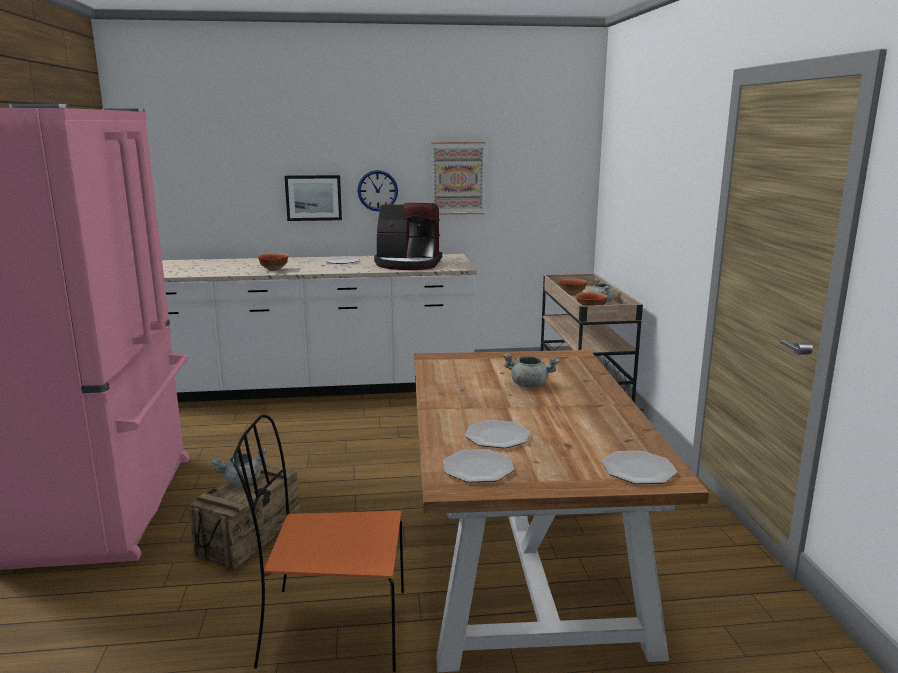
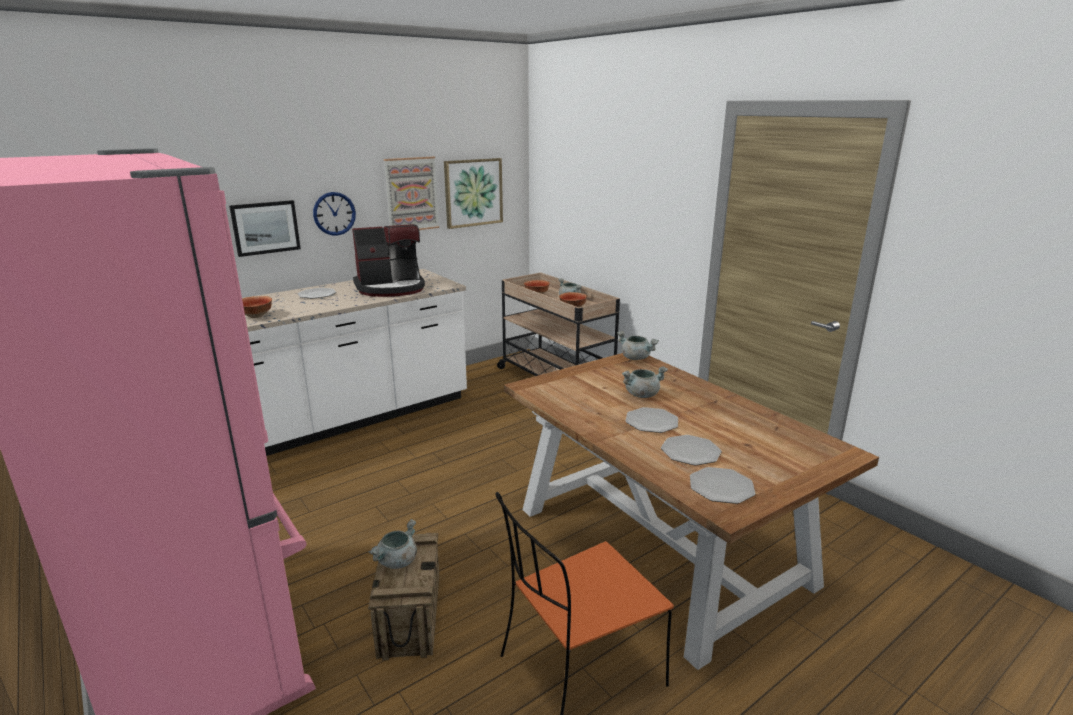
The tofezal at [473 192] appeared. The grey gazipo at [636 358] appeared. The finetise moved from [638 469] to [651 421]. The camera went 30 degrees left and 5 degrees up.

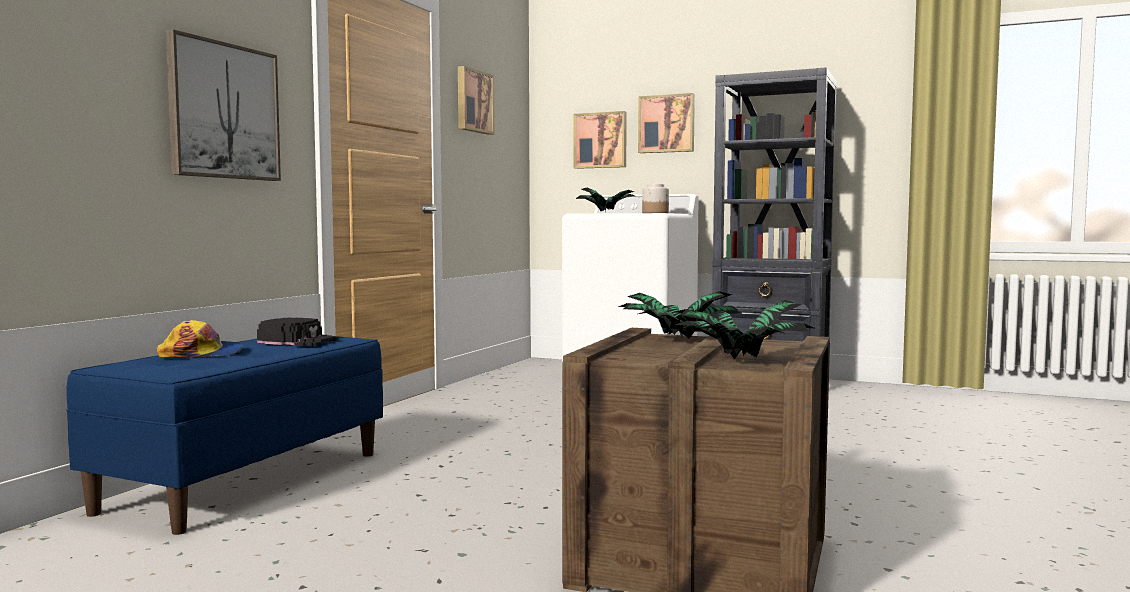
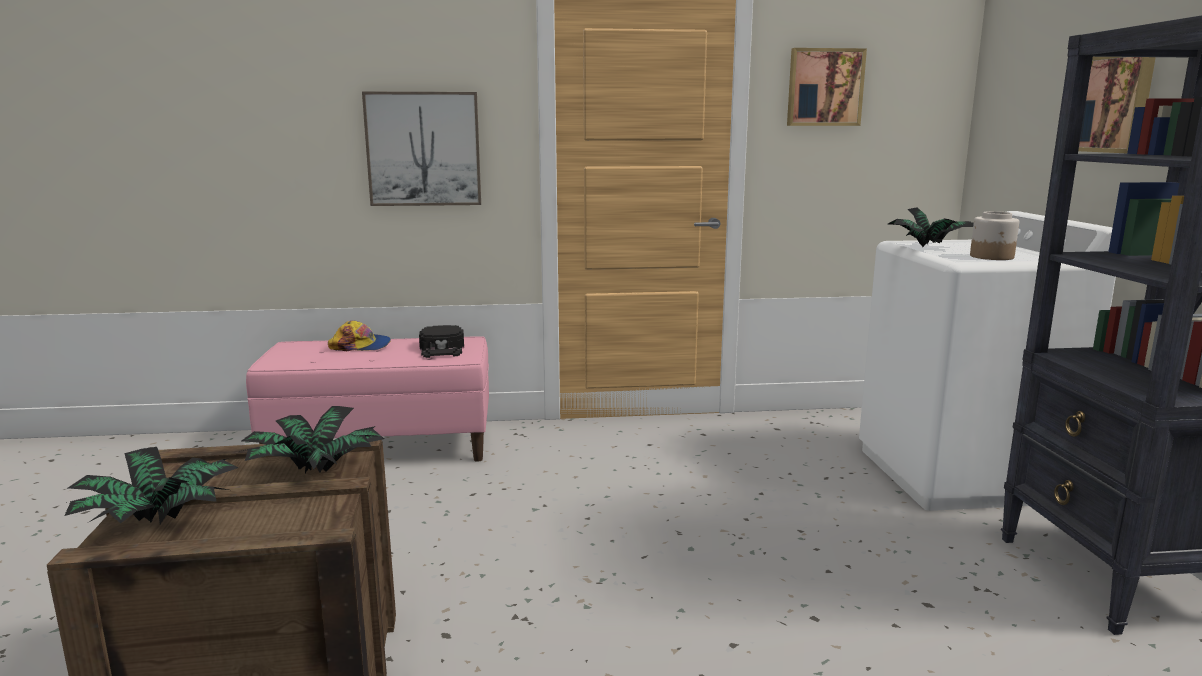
The tofezal at [601 140] disappeared. The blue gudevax at [246 481] became the pink gudevax at [383 447]. The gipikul at [202 353] turned 45 degrees counterclockwise. The camera went 60 degrees right and 10 degrees up.

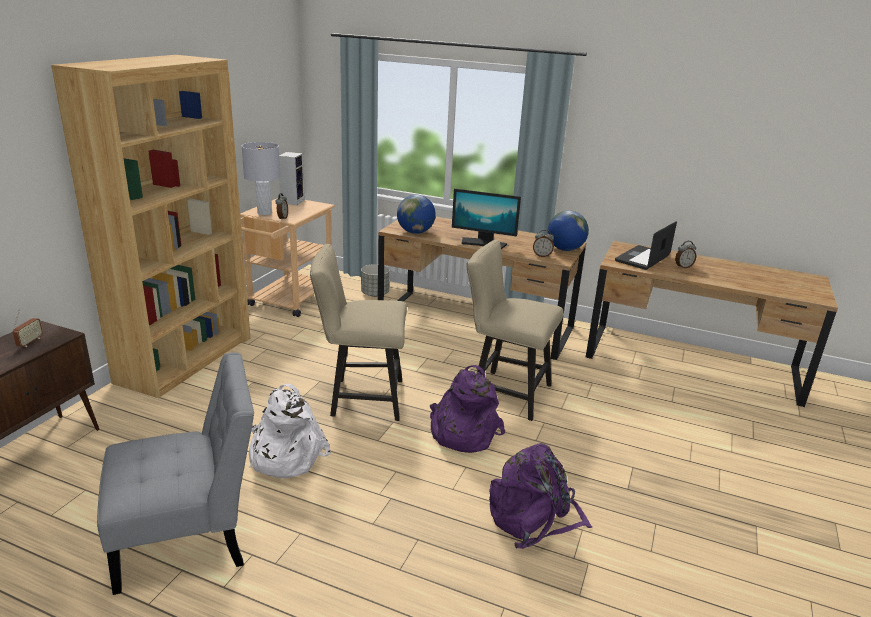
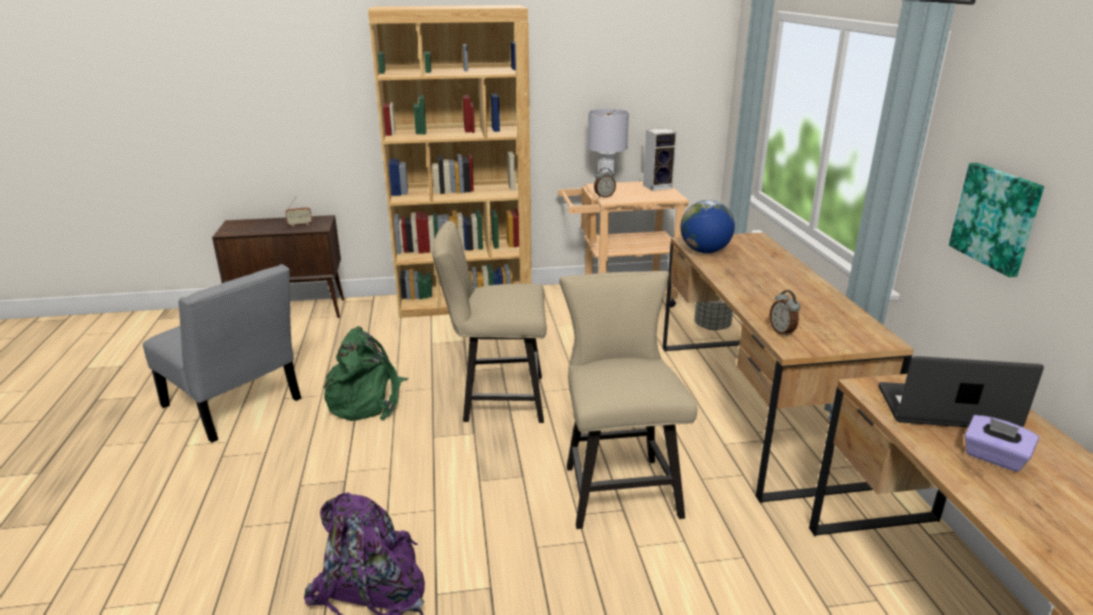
The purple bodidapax at [462 432] disappeared. The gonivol at [483 243] disappeared. The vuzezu at [565 249] disappeared. The tofezal at [997 218] appeared. The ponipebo at [683 267] was replaced by the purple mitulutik at [994 457]. The white bodidapax at [284 455] became the green bodidapax at [367 400]. The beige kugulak at [360 398] turned 60 degrees counterclockwise. The camera went 60 degrees right and 0 degrees up.

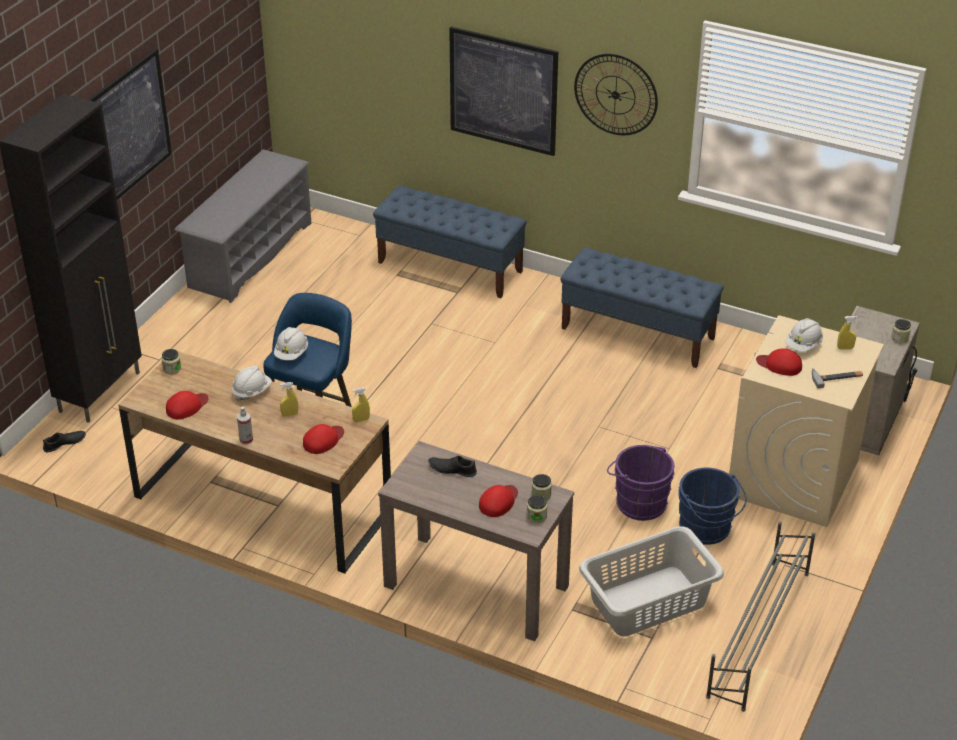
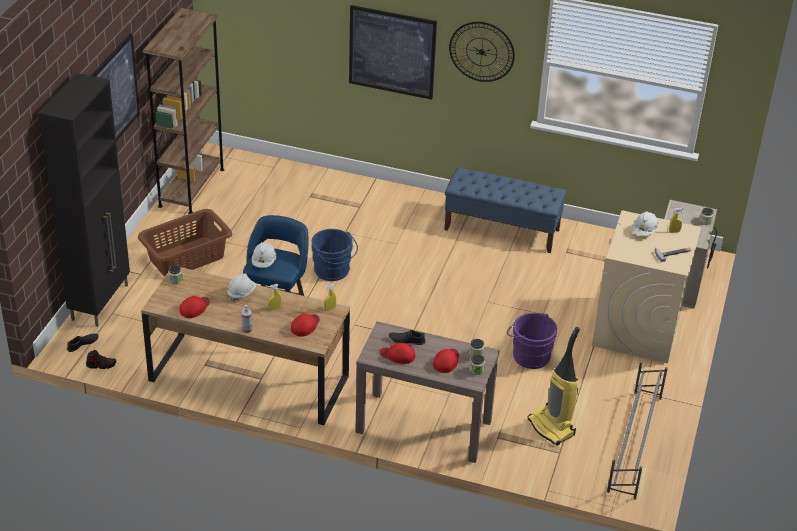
The blue gudevax at [450 267] disappeared. The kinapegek at [101 365] appeared. The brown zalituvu at [187 258] appeared. The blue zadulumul moved from [706 529] to [333 271]. The red gipikul moved from [779 365] to [398 355]. The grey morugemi at [250 255] was replaced by the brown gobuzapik at [191 187]. The grey zalituvu at [649 602] was replaced by the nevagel at [552 427]. The camera went 10 degrees left and 0 degrees up.

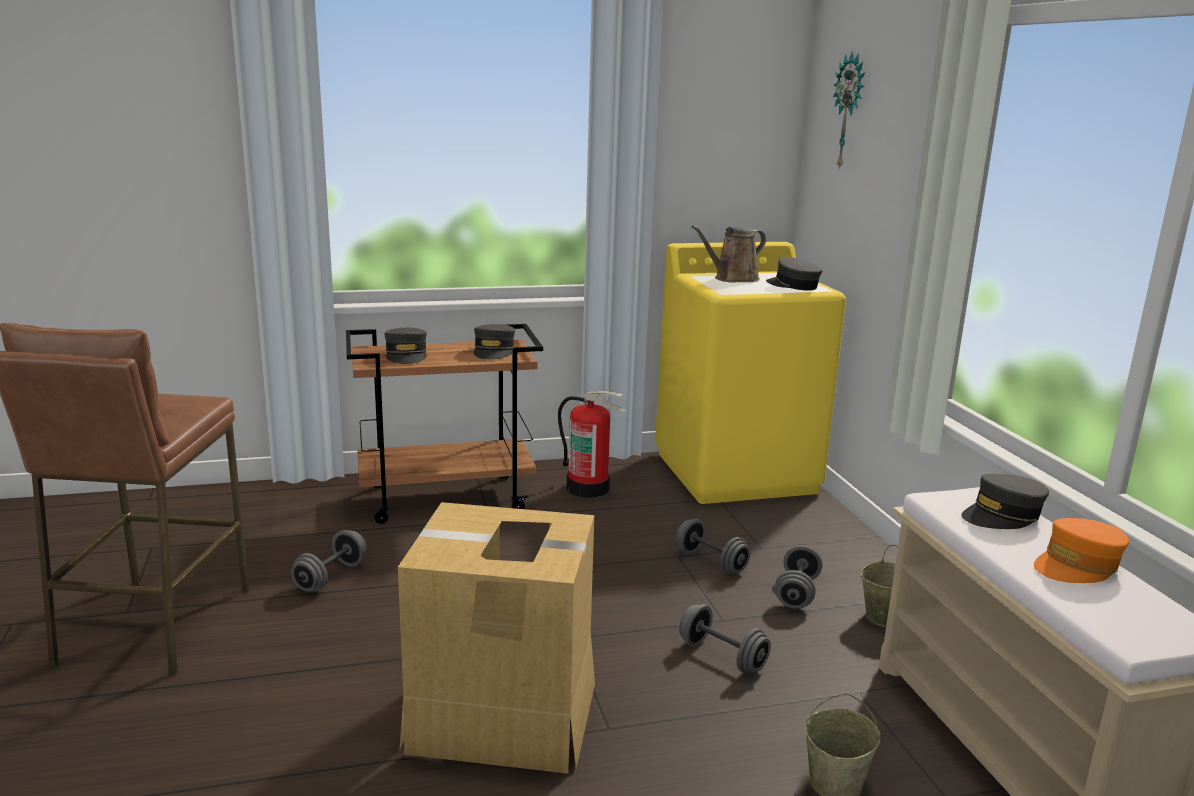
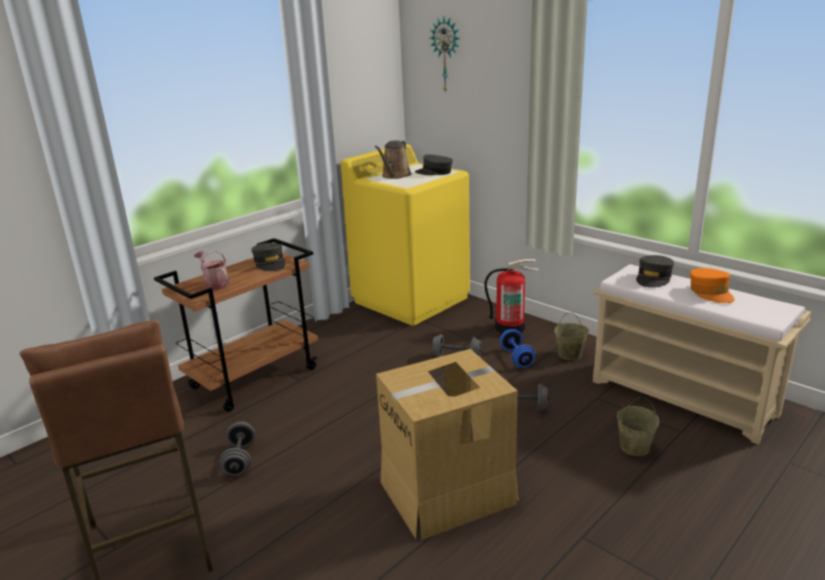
The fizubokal moved from [588 488] to [510 327]. The grey gipikul at [406 355] was replaced by the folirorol at [215 283]. The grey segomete at [797 593] became the blue segomete at [516 358]. The orange gipikul at [1077 565] turned 45 degrees counterclockwise. The camera went 30 degrees left and 5 degrees up.

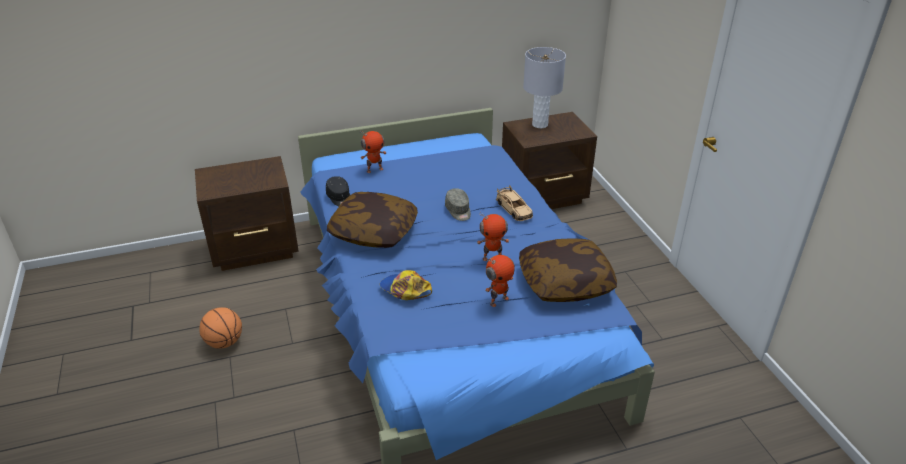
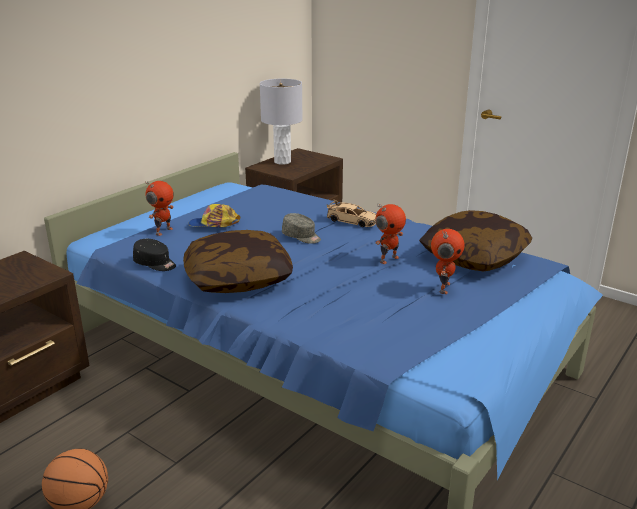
The gipikul moved from [405 290] to [213 225]. The camera went 35 degrees left and 10 degrees down.

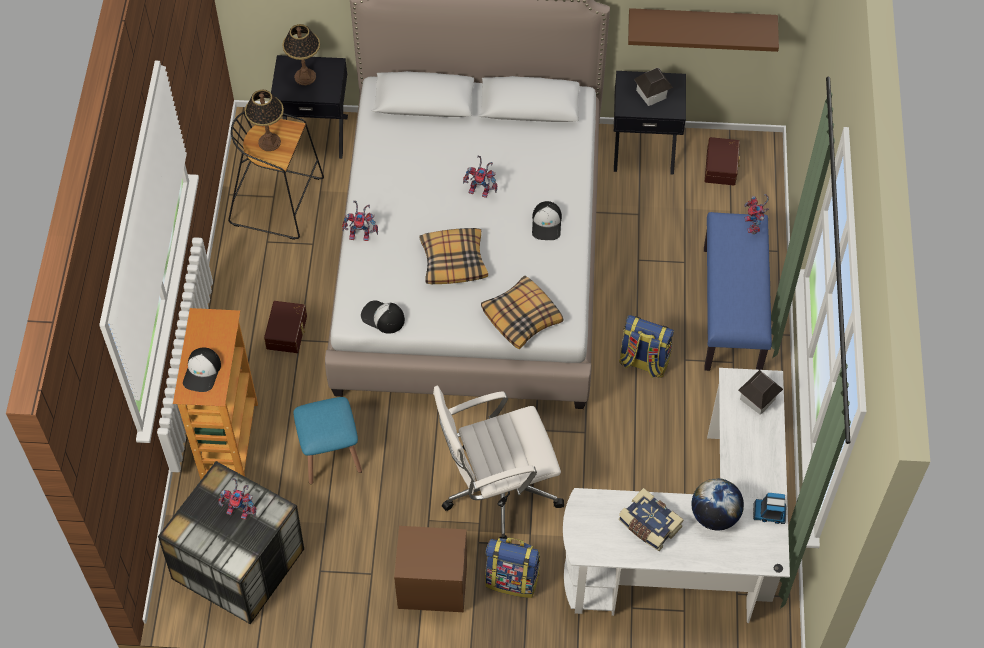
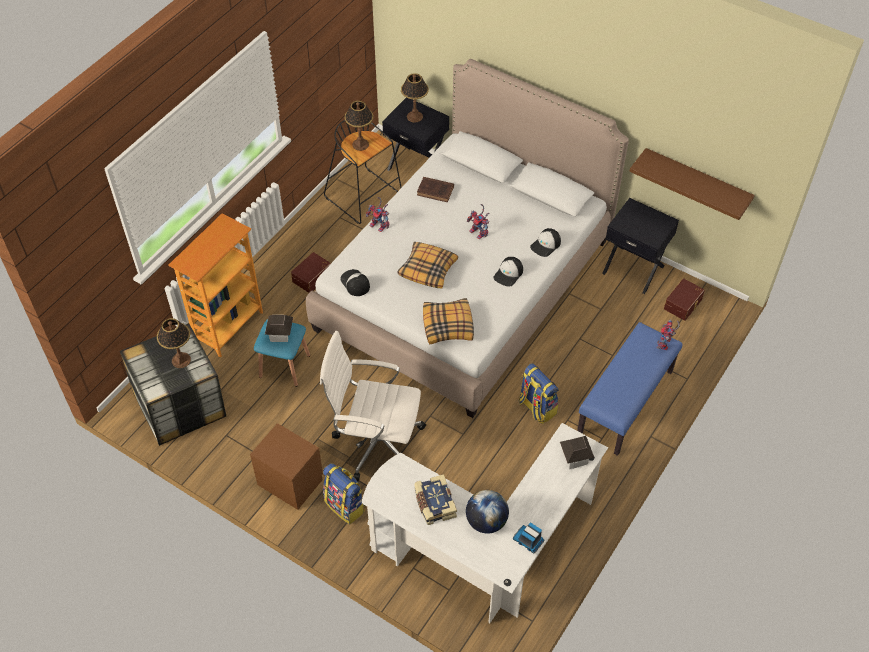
The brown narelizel at [436 191] appeared. The gipikul moved from [202 372] to [546 245]. The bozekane moved from [651 94] to [280 334]. The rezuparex at [241 510] was replaced by the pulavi at [181 360]. The camera went 30 degrees right and 5 degrees down.

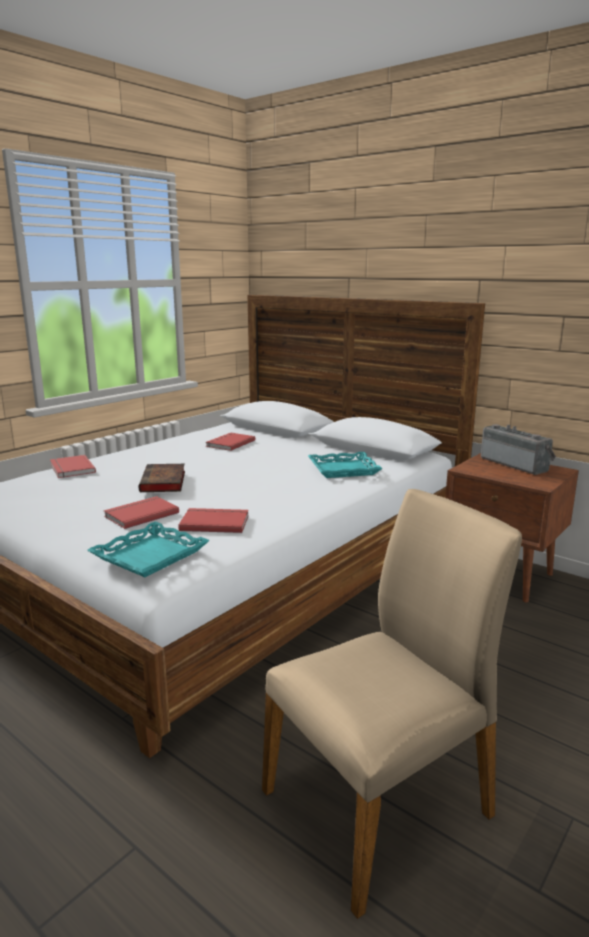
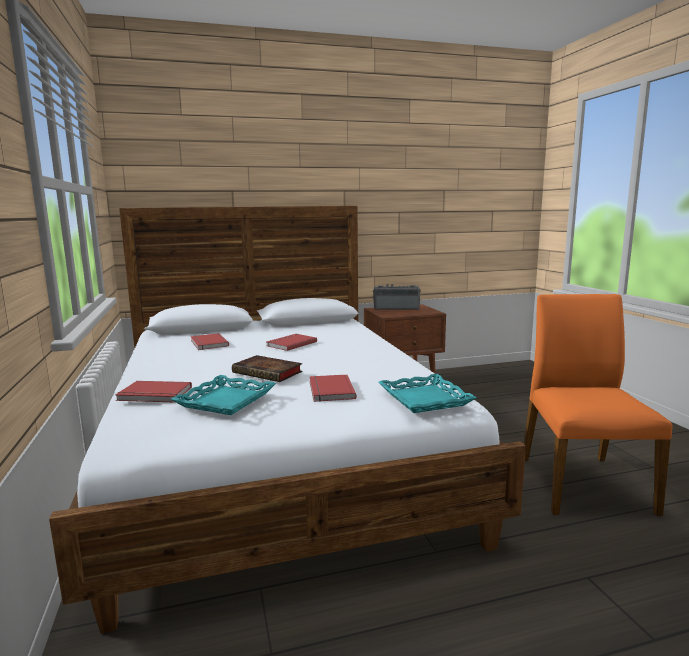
The red narelizel moved from [214 522] to [290 344]. The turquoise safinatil moved from [343 469] to [225 400]. The beige kugulak at [380 803] became the orange kugulak at [581 482]. The camera went 55 degrees left and 5 degrees down.

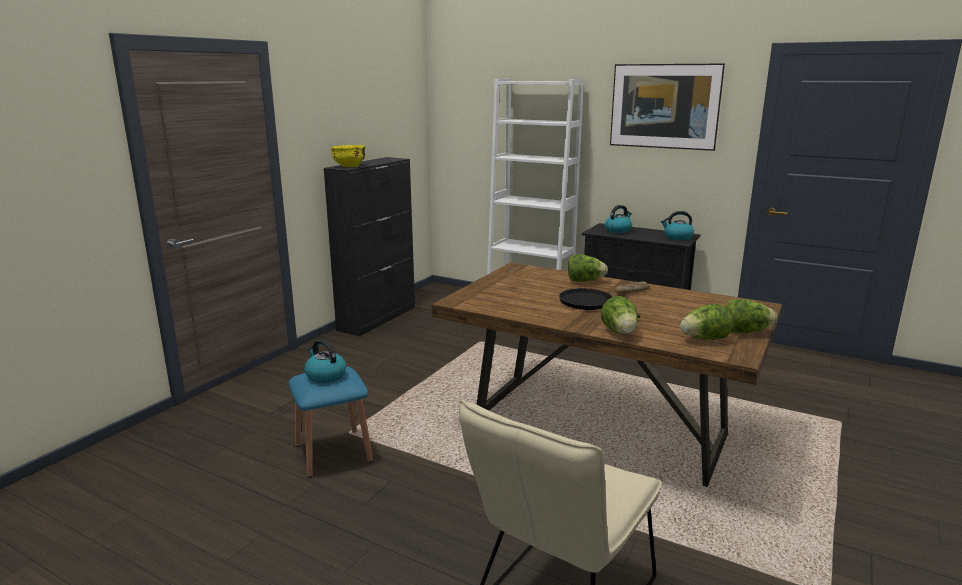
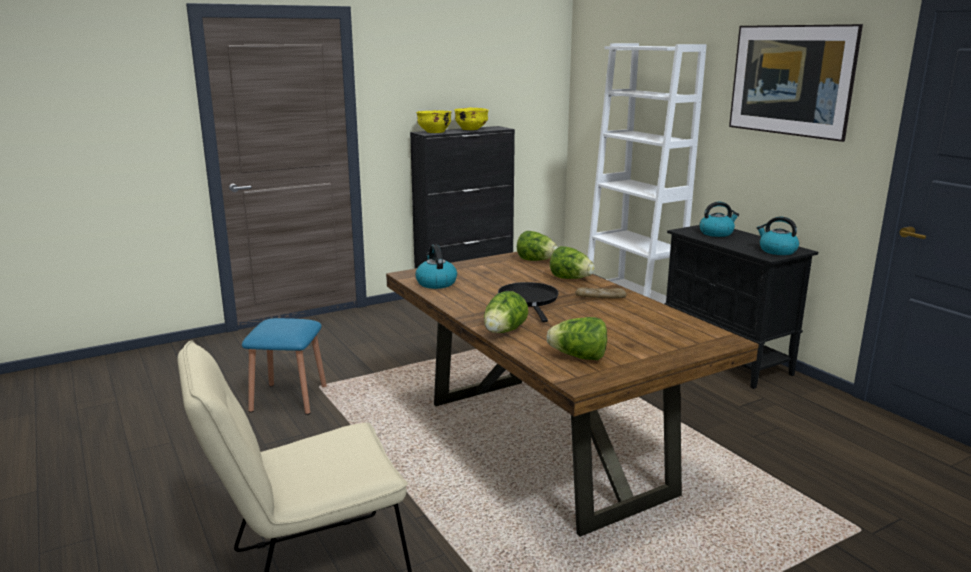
The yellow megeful at [471 129] appeared. The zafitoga moved from [325 376] to [435 283]. The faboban moved from [745 332] to [536 260]. The camera went 30 degrees right and 0 degrees up.

